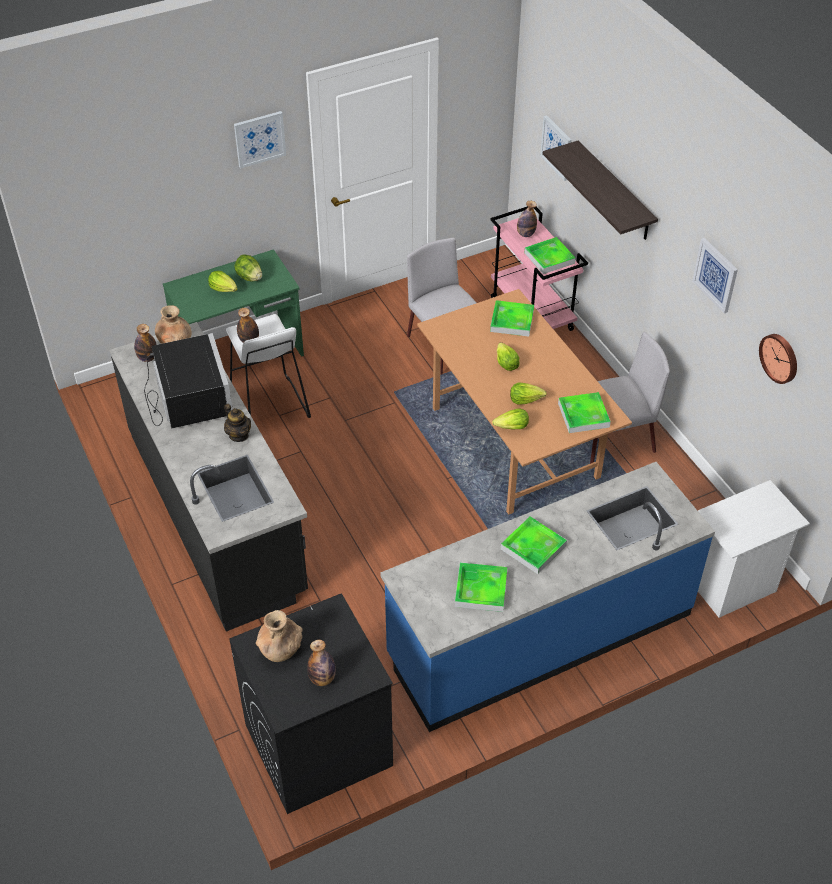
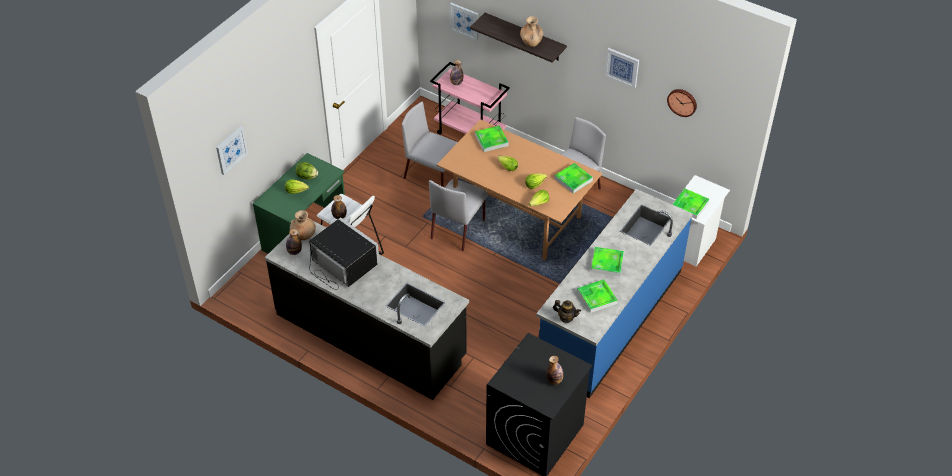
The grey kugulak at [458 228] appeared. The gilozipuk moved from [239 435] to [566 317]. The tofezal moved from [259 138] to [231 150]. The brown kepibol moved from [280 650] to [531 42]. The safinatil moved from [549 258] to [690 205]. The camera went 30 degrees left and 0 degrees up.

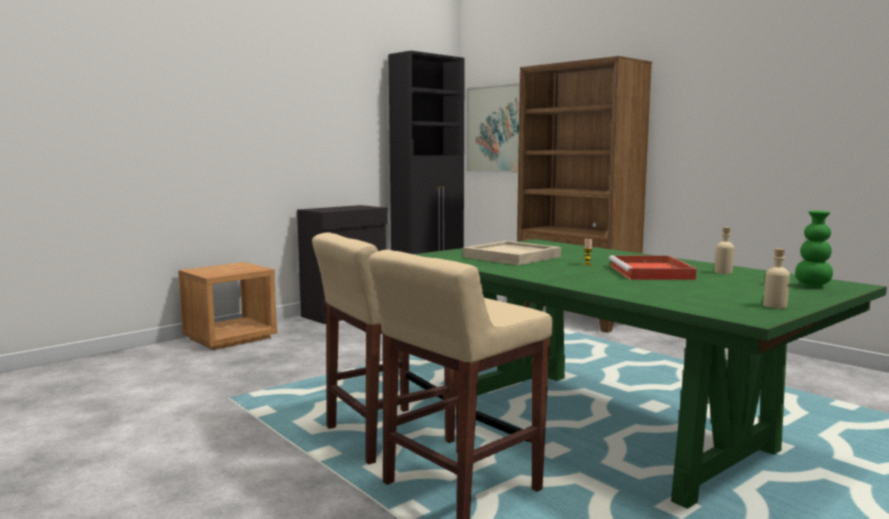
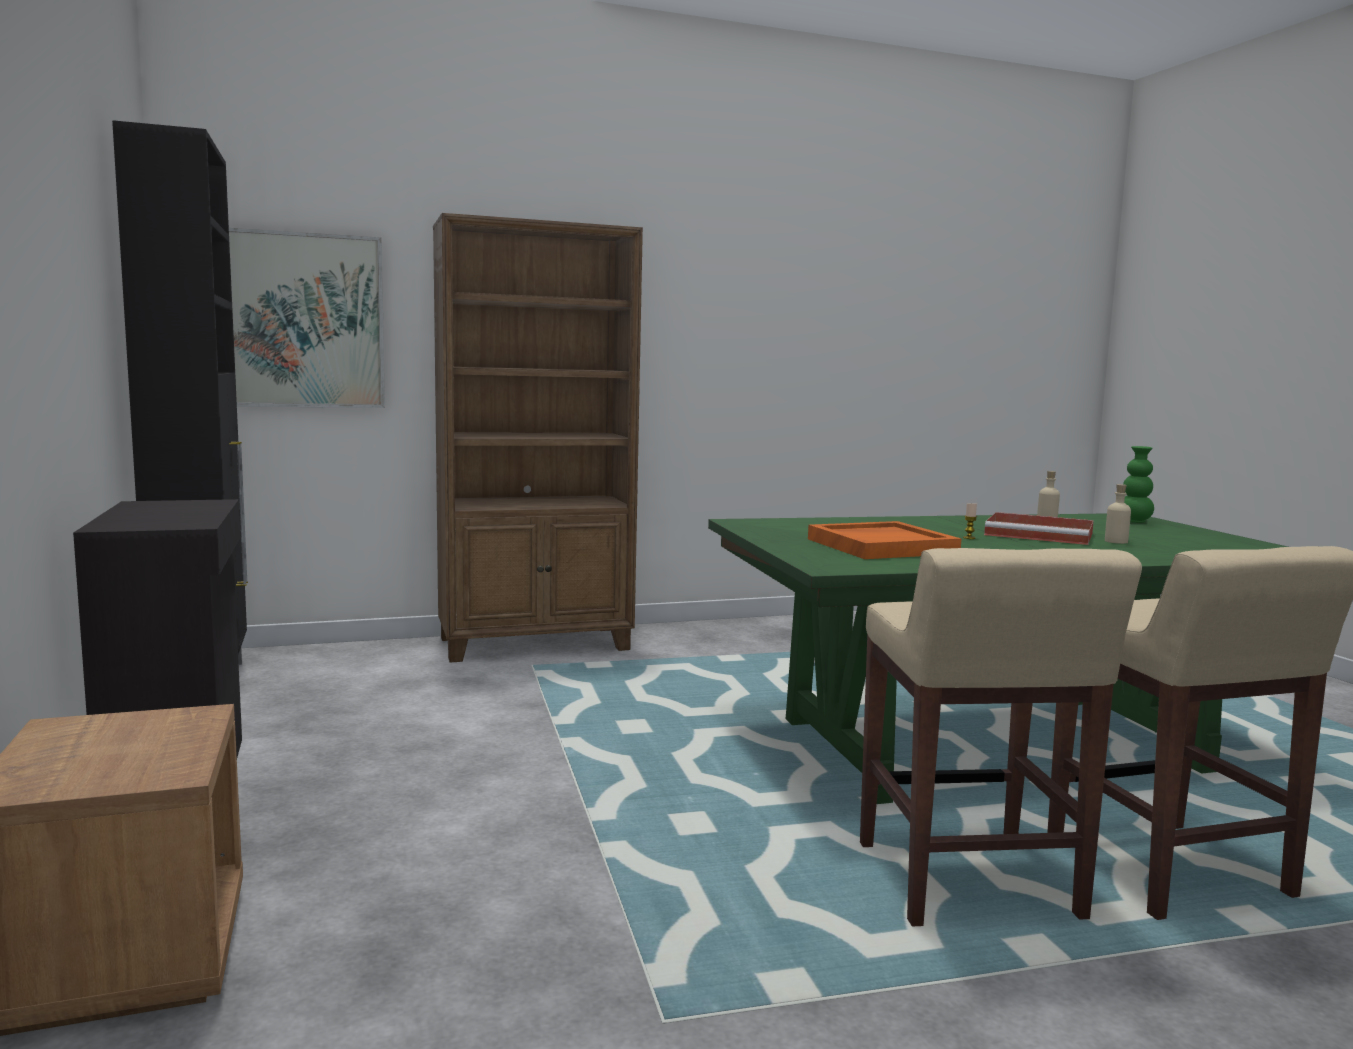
The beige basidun moved from [775 306] to [1116 541]. The beige safinatil at [512 257] became the orange safinatil at [882 546]. The camera went 65 degrees left and 0 degrees up.

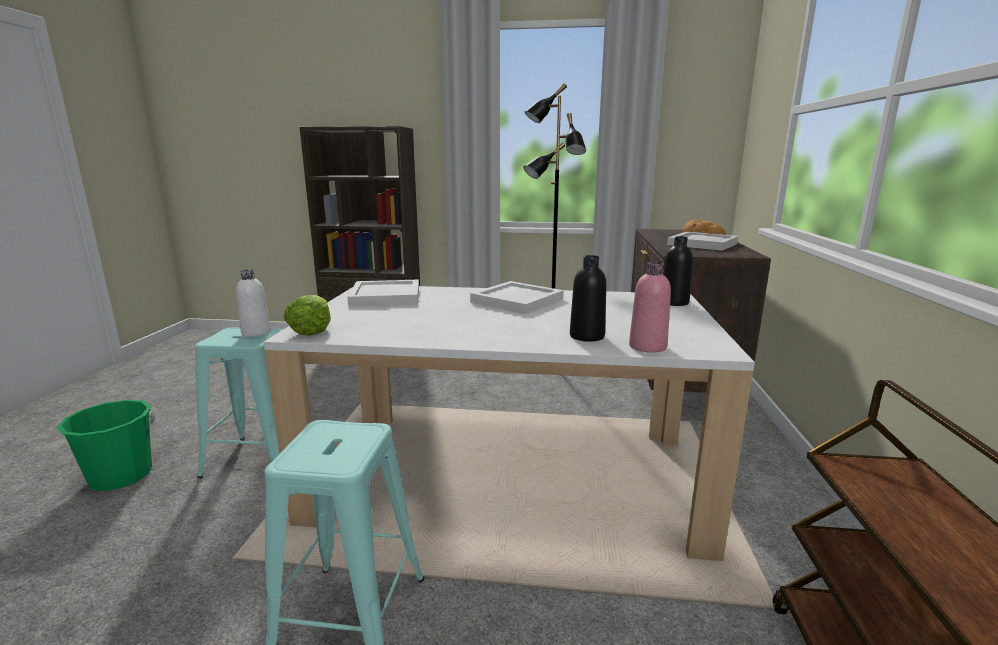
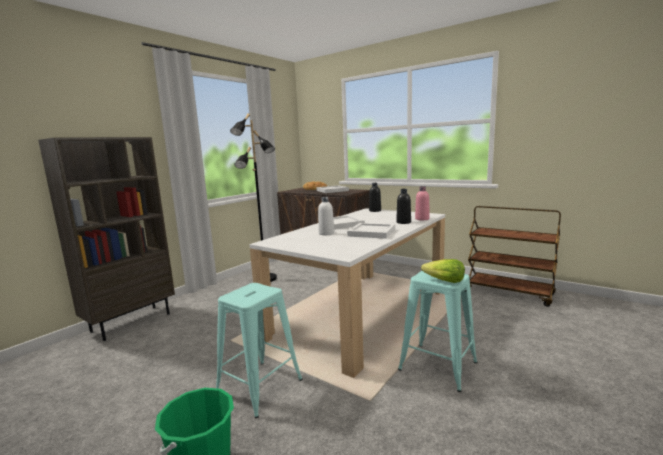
The white basidun moved from [256 333] to [326 233]. The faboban moved from [311 330] to [444 281]. The white safinatil moved from [386 296] to [372 232]. The camera went 60 degrees left and 5 degrees down.

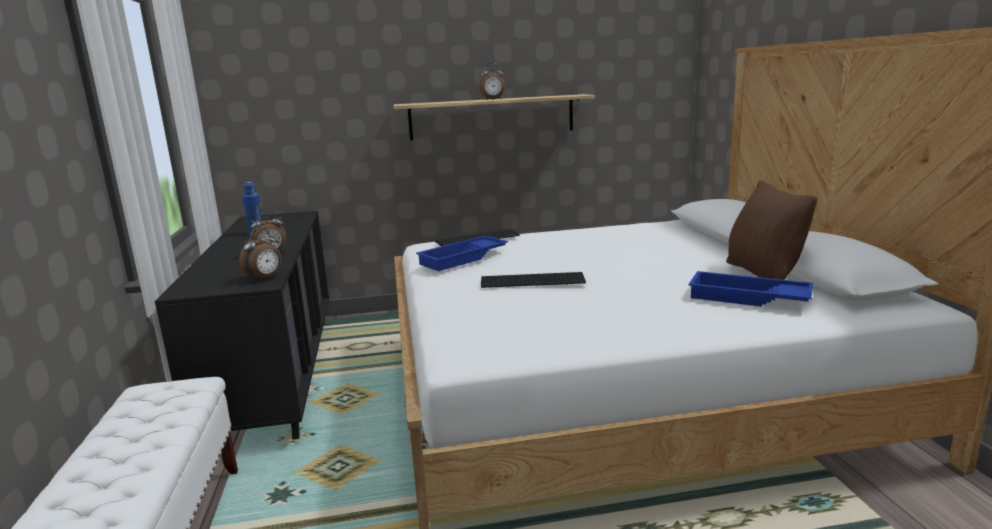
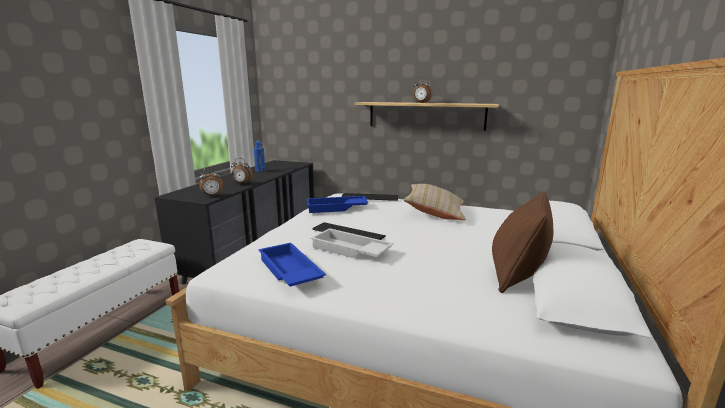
The white safinatil at [349 250] appeared. The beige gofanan at [435 213] appeared. The blue safinatil moved from [747 298] to [288 272]. The camera went 30 degrees right and 0 degrees up.

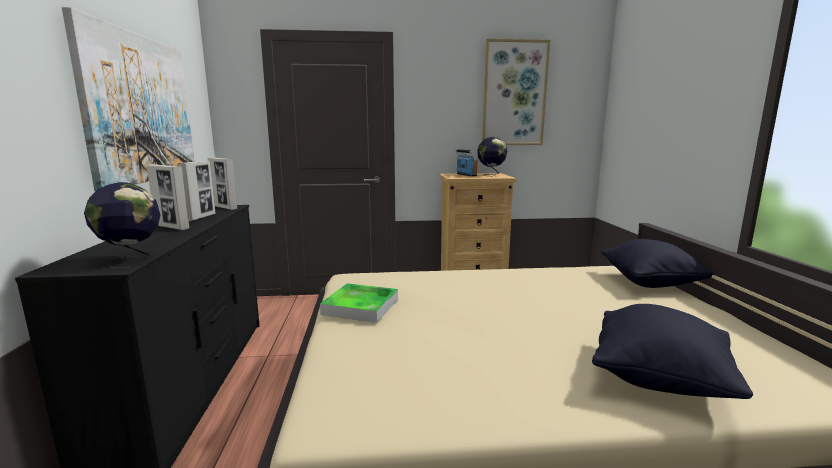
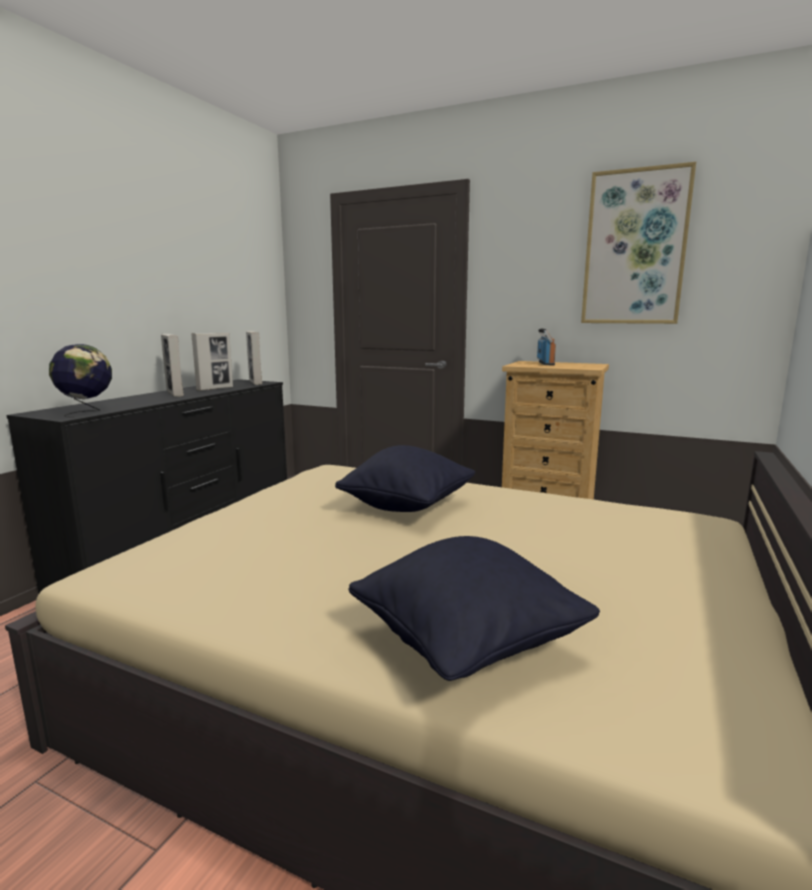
The tofezal at [141 109] disappeared. The safinatil at [361 306] disappeared. The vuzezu at [491 175] disappeared. The black gofanan moved from [651 283] to [407 507]. The camera went 30 degrees right and 0 degrees up.

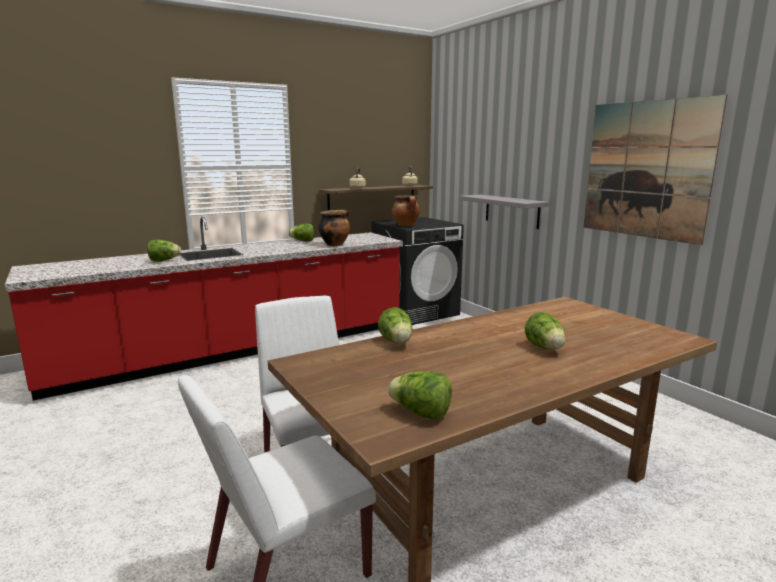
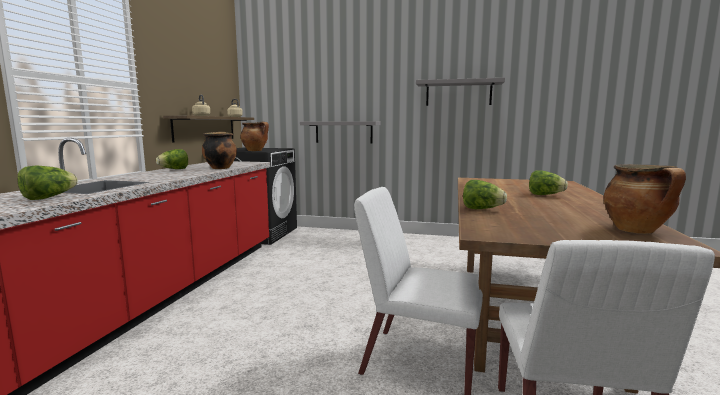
The faboban at [421 413] was replaced by the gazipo at [637 231]. The tofezal at [646 170] was replaced by the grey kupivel at [458 93]. The camera went 45 degrees left and 5 degrees down.

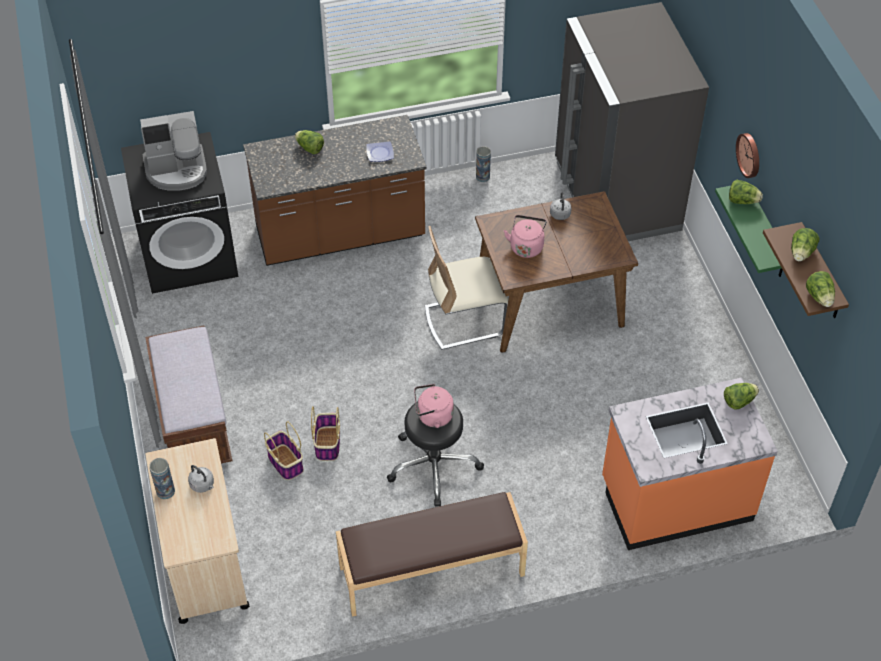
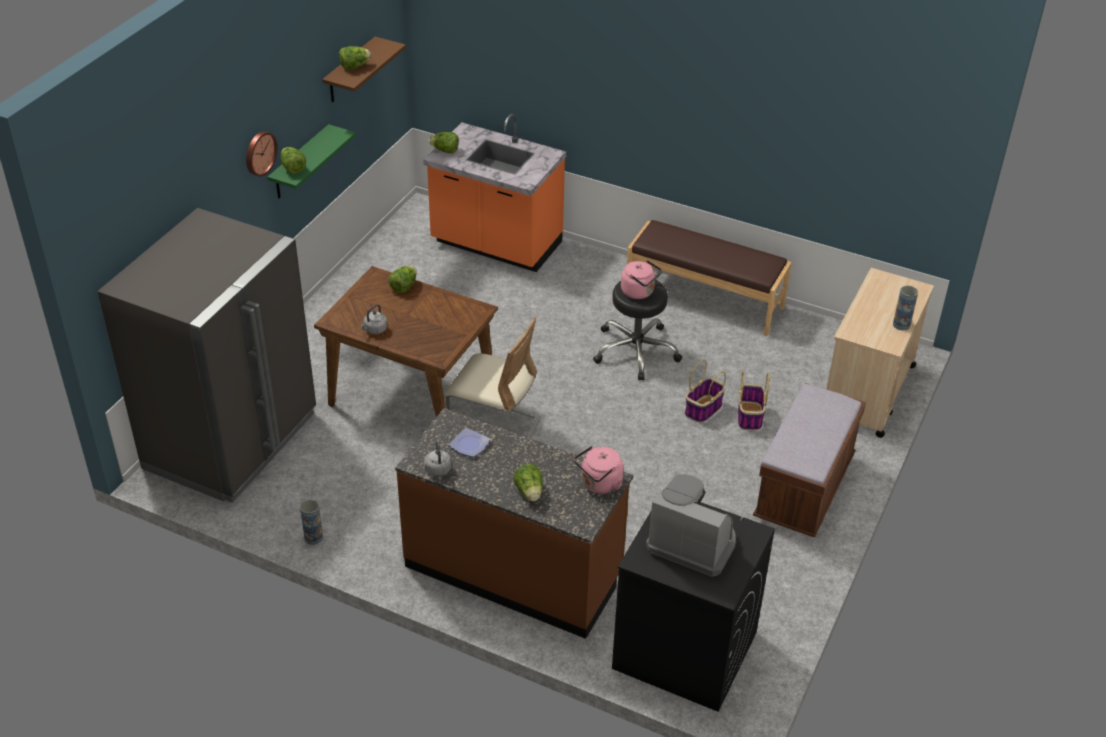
The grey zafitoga moved from [203 485] to [438 468]. The pink zafitoga moved from [526 246] to [599 484]. The faboban moved from [819 297] to [404 287]. The camera went 140 degrees left and 10 degrees down.

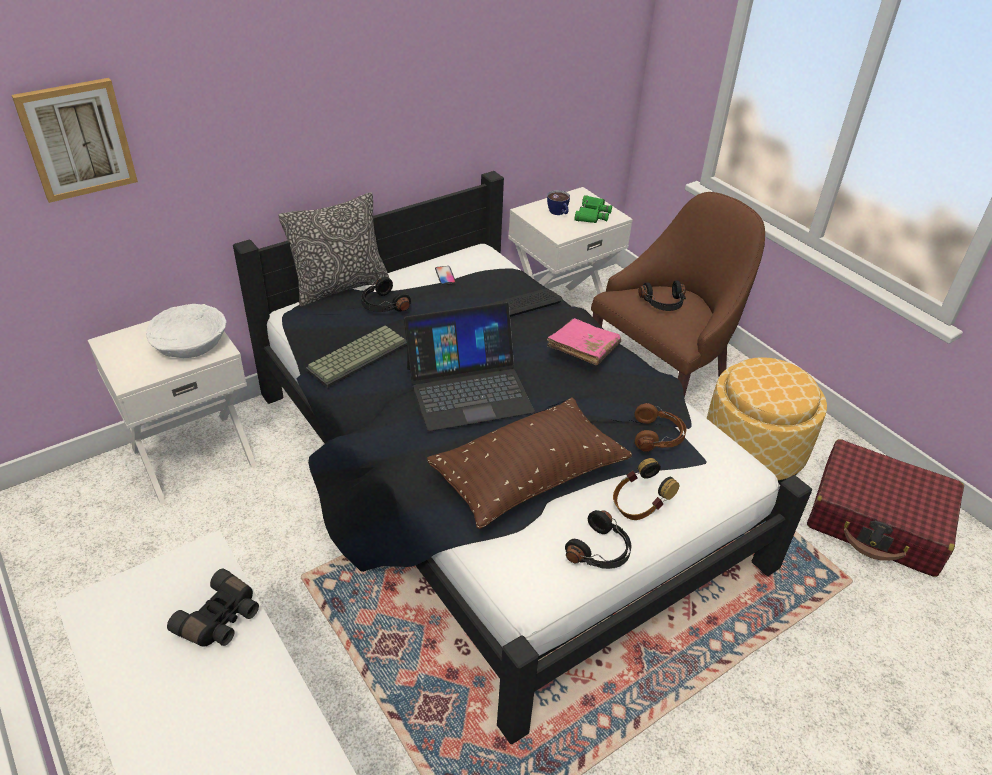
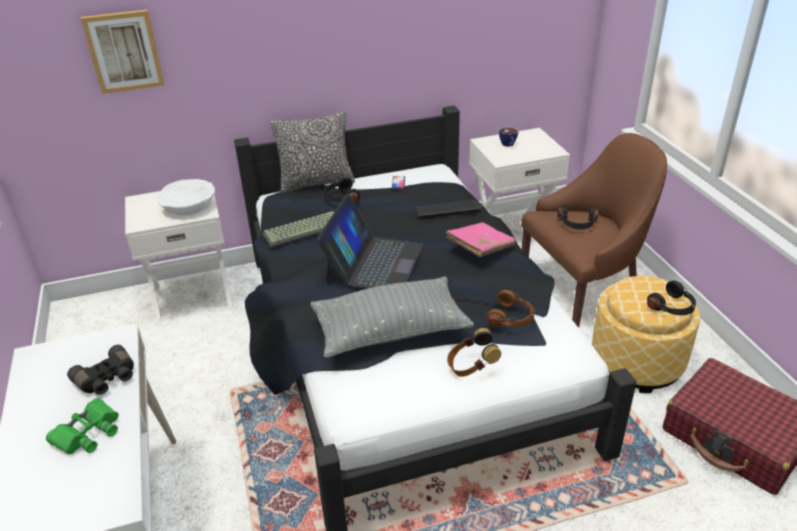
The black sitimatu moved from [600 551] to [672 307]. The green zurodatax moved from [592 214] to [88 433]. The brown gofanan at [528 476] became the grey gofanan at [390 331]. The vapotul at [468 388] turned 75 degrees counterclockwise. The camera went 20 degrees right and 5 degrees down.

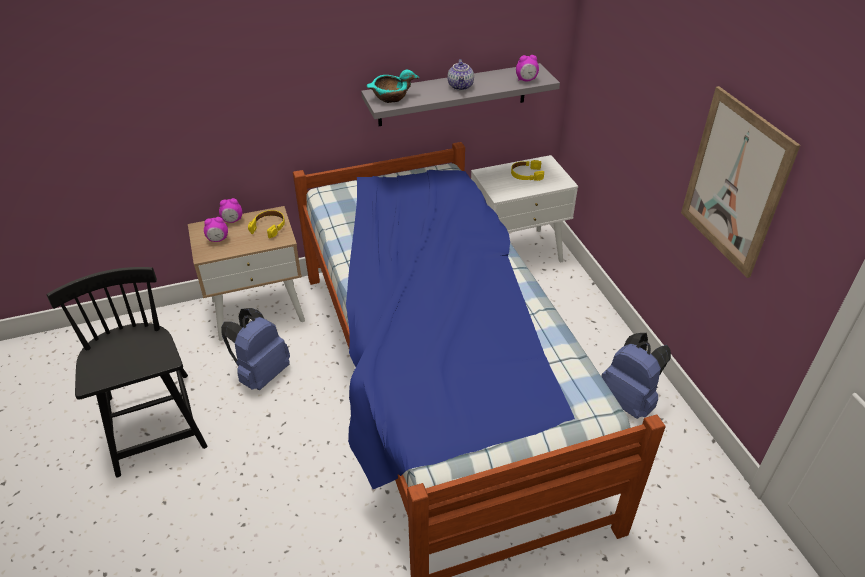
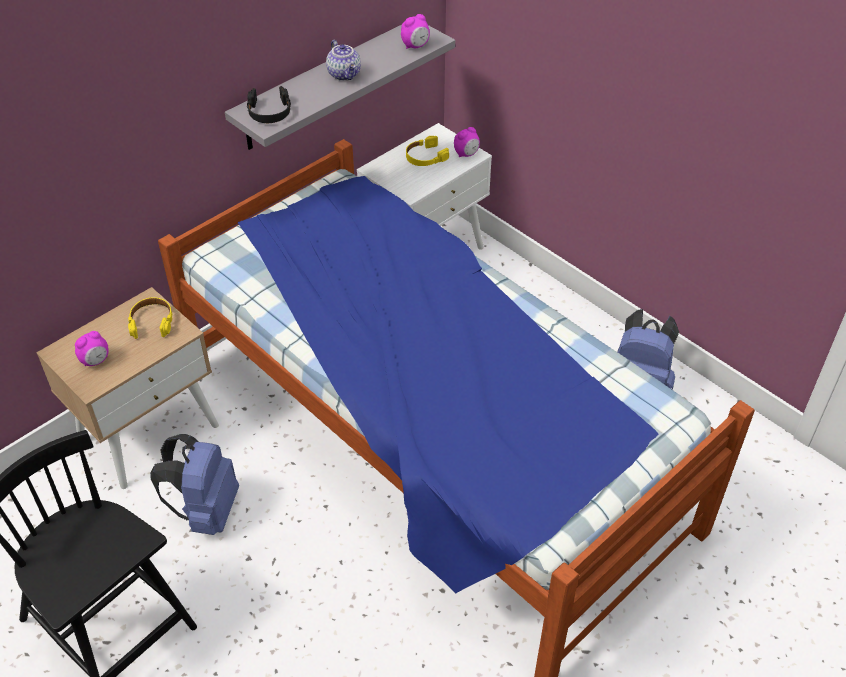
The tofezal at [734 182] disappeared. The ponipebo moved from [232 221] to [466 154]. The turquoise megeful at [390 97] was replaced by the black sitimatu at [269 112]. The camera went 25 degrees left and 5 degrees up.

